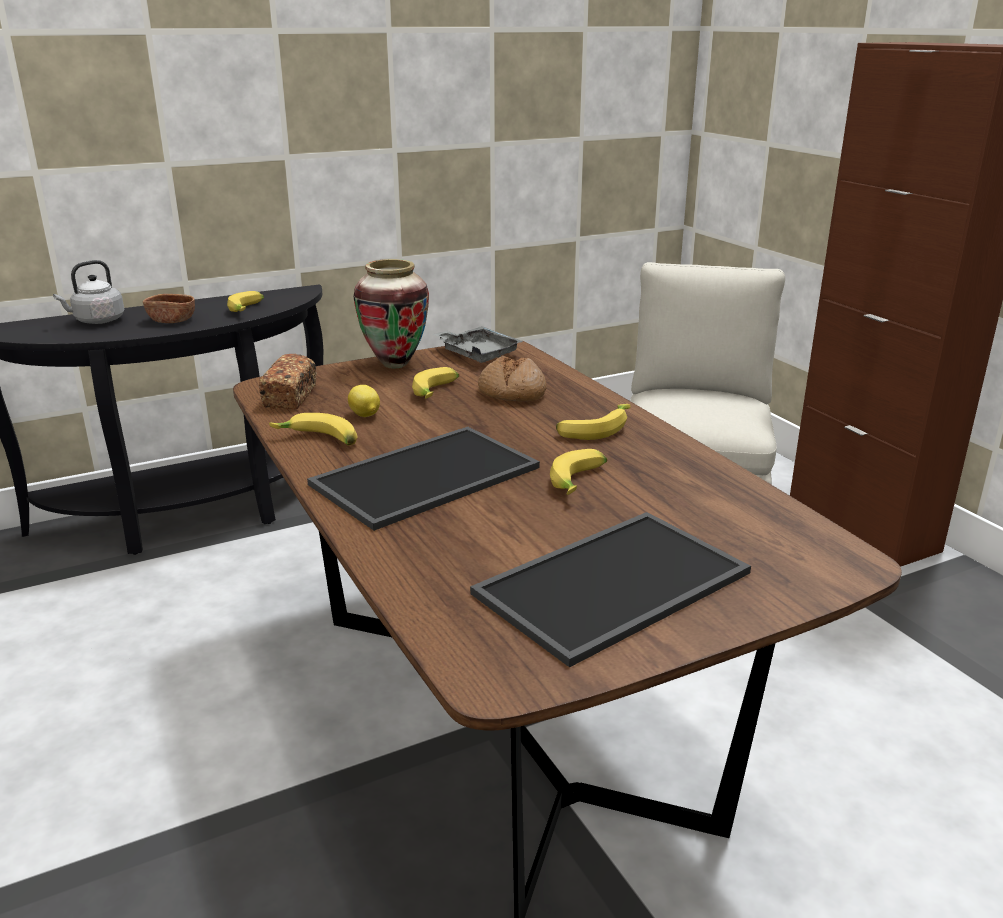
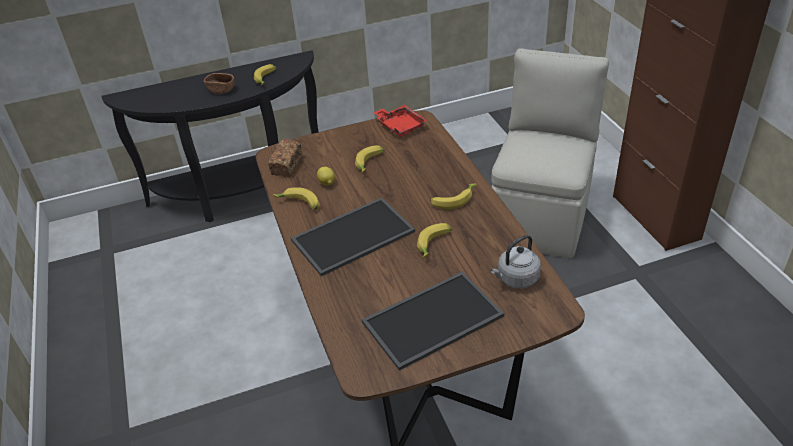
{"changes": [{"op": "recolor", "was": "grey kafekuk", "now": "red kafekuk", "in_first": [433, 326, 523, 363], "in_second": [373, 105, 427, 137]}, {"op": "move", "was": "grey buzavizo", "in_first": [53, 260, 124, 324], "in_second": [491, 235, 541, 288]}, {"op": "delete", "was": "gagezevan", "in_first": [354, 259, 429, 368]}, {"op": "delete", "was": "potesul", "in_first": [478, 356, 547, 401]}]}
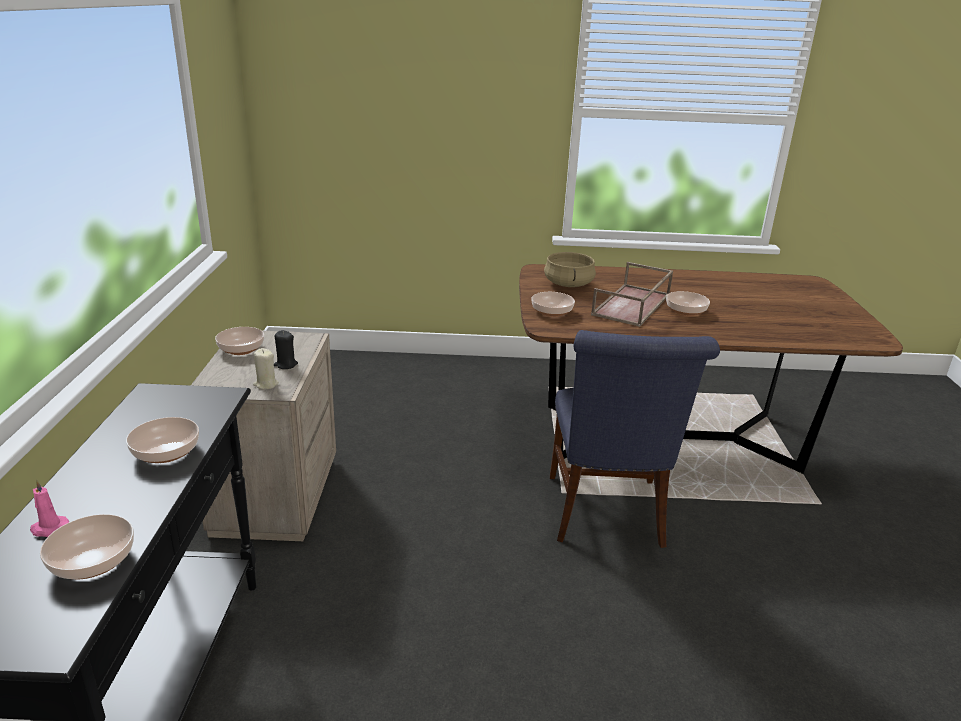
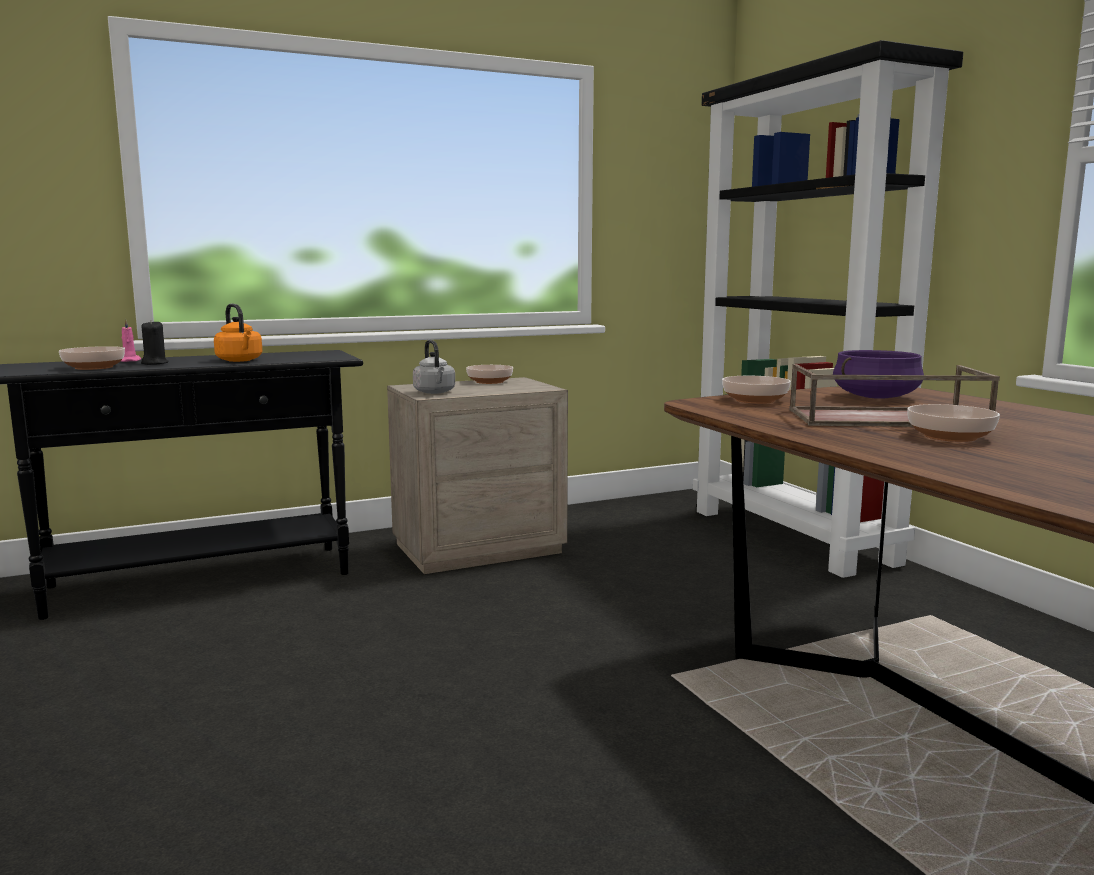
{"changes": [{"op": "move", "was": "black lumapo", "in_first": [274, 330, 298, 369], "in_second": [141, 321, 169, 365]}, {"op": "replace", "was": "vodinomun", "now": "orange buzavizo", "in_first": [126, 417, 199, 463], "in_second": [214, 304, 262, 362]}, {"op": "replace", "was": "beige lumapo", "now": "grey buzavizo", "in_first": [253, 348, 279, 390], "in_second": [413, 340, 455, 394]}, {"op": "insert", "now": "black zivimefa", "in_second": [693, 40, 963, 578]}, {"op": "recolor", "was": "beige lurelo", "now": "purple lurelo", "in_first": [544, 252, 596, 287], "in_second": [833, 350, 924, 399]}, {"op": "delete", "was": "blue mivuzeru", "in_first": [550, 330, 720, 548]}]}
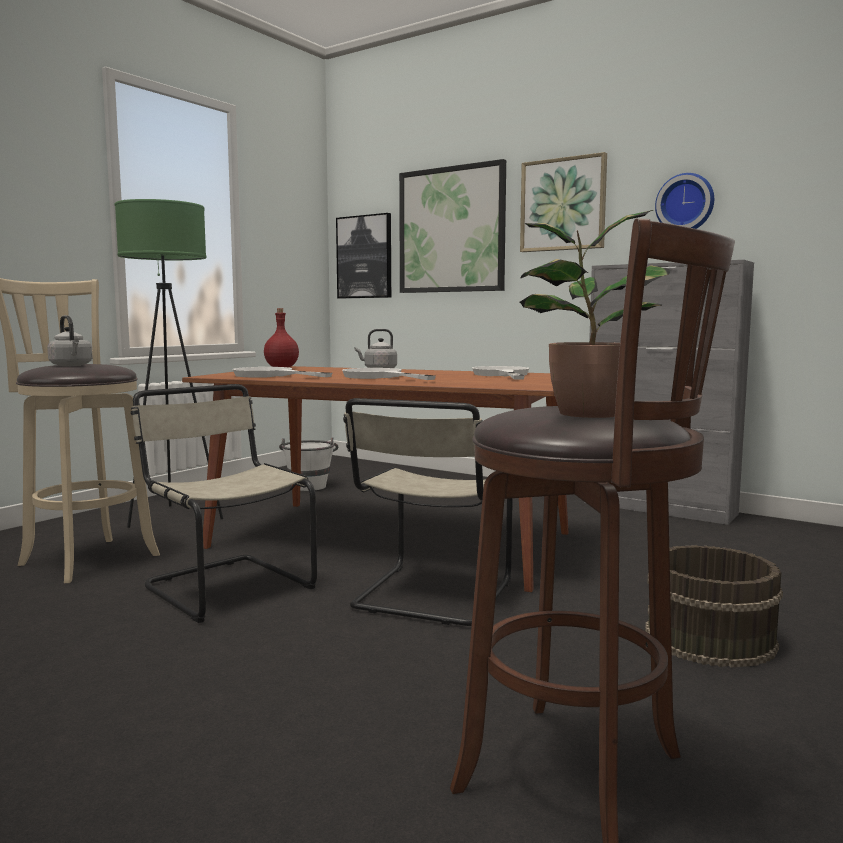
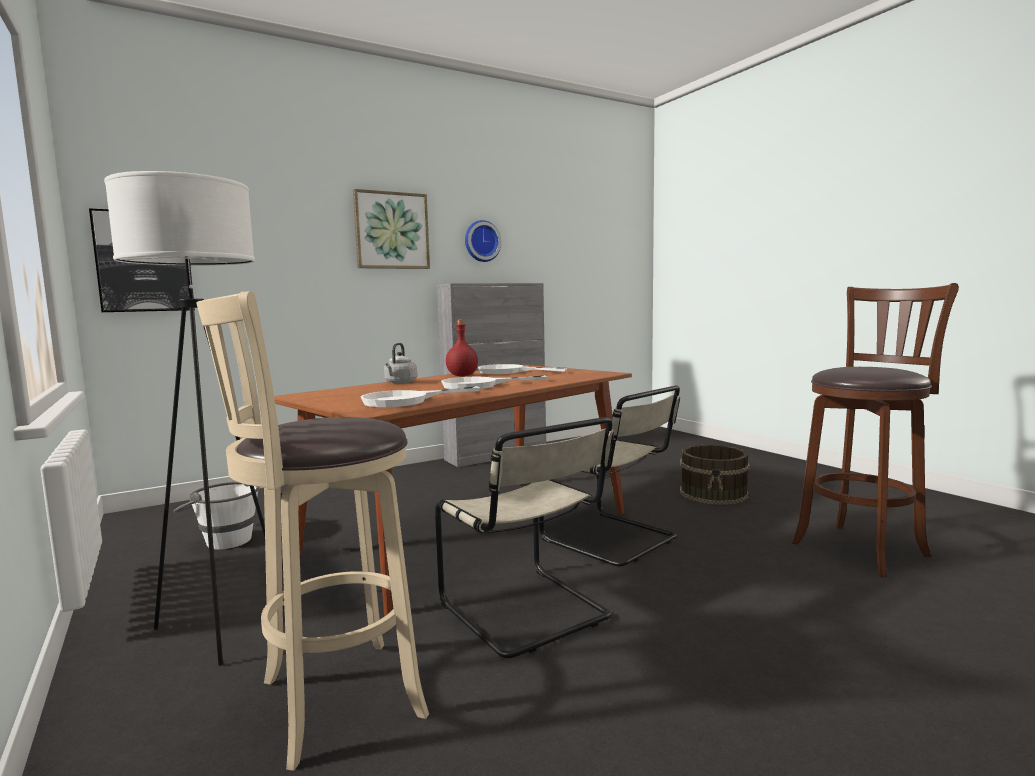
{"changes": [{"op": "recolor", "was": "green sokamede", "now": "white sokamede", "in_first": [115, 199, 223, 528], "in_second": [104, 171, 283, 666]}, {"op": "rotate", "was": "beige mivuzeru", "in_first": [131, 384, 317, 623], "in_second": [435, 417, 614, 658], "clockwise": -105}, {"op": "move", "was": "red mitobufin", "in_first": [264, 308, 299, 367], "in_second": [446, 320, 478, 376]}, {"op": "delete", "was": "grey buzavizo", "in_first": [47, 315, 93, 366]}, {"op": "delete", "was": "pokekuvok", "in_first": [399, 159, 506, 293]}, {"op": "delete", "was": "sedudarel", "in_first": [520, 210, 672, 418]}]}
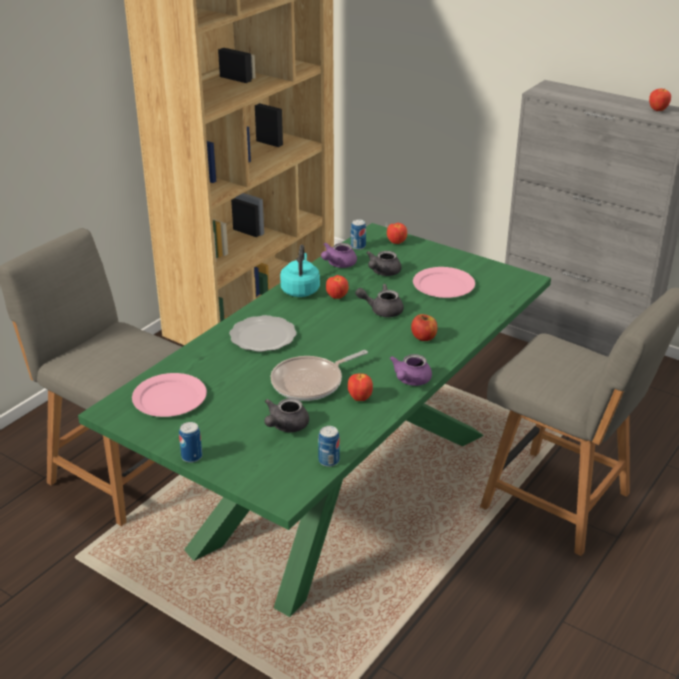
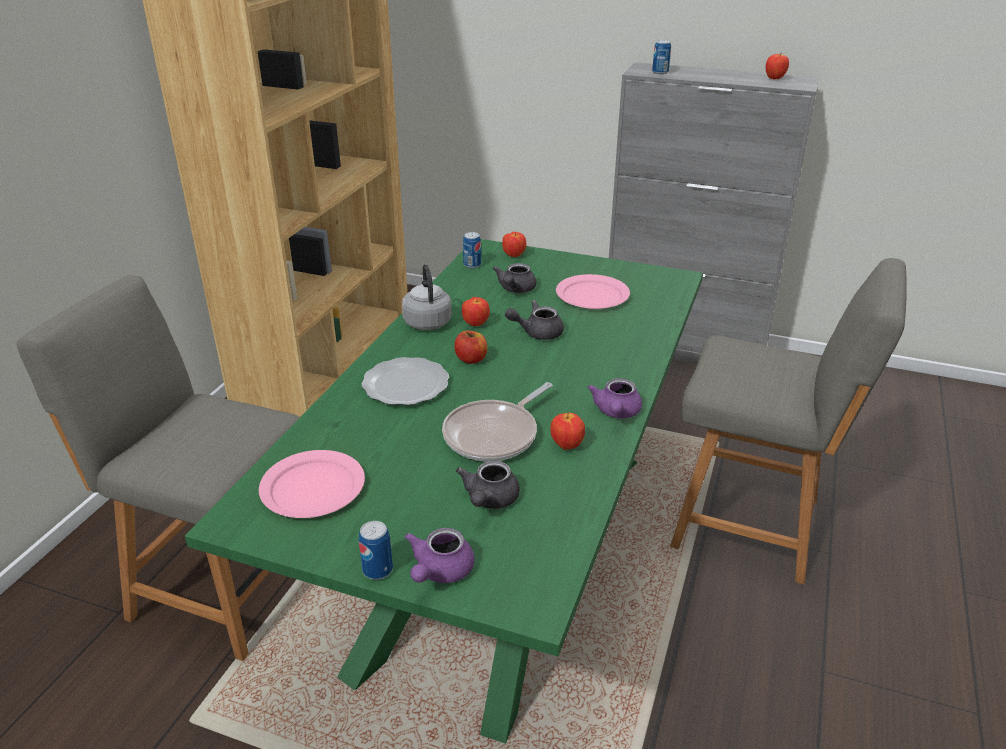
{"changes": [{"op": "recolor", "was": "turquoise buzavizo", "now": "grey buzavizo", "in_first": [280, 245, 320, 297], "in_second": [402, 264, 452, 330]}, {"op": "move", "was": "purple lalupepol", "in_first": [321, 242, 357, 268], "in_second": [405, 528, 475, 583]}, {"op": "move", "was": "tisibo", "in_first": [411, 314, 437, 341], "in_second": [454, 330, 487, 364]}, {"op": "move", "was": "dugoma", "in_first": [318, 426, 340, 467], "in_second": [652, 40, 671, 74]}]}
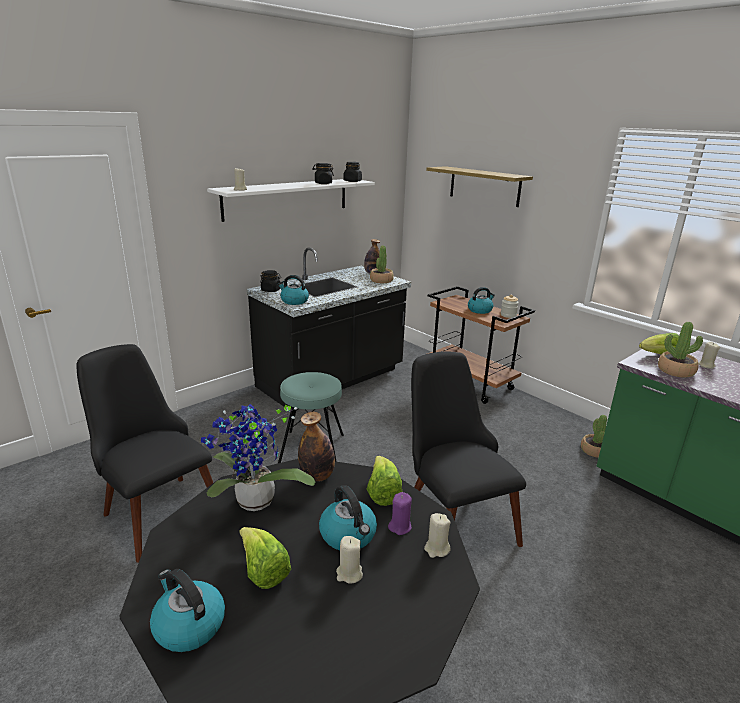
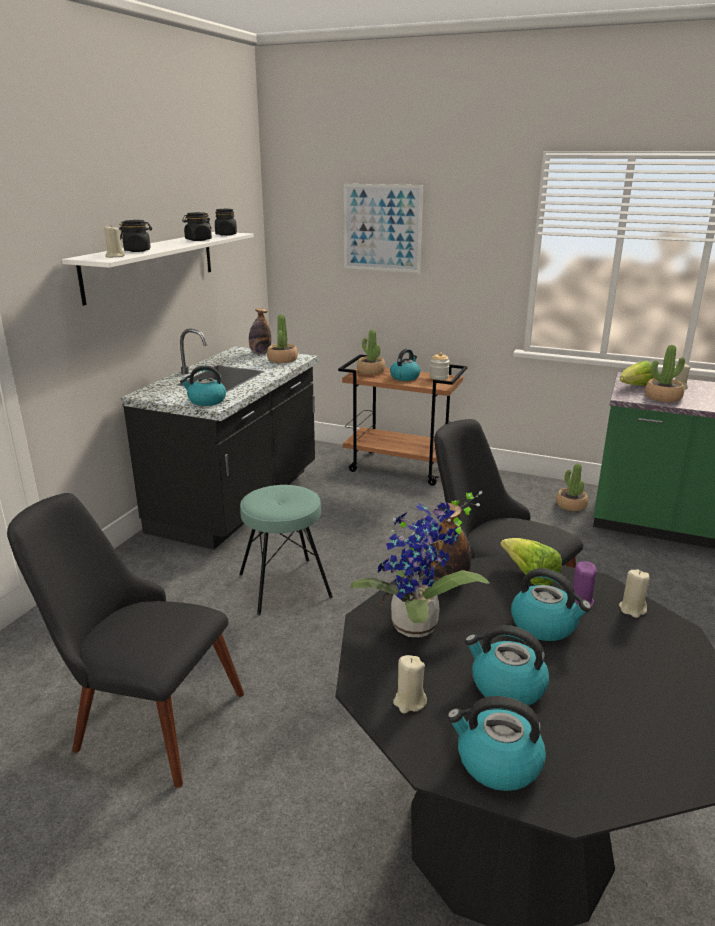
{"changes": [{"op": "move", "was": "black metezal", "in_first": [260, 270, 281, 292], "in_second": [119, 220, 152, 252]}, {"op": "replace", "was": "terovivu", "now": "pokekuvok", "in_first": [426, 166, 533, 207], "in_second": [344, 184, 423, 273]}, {"op": "insert", "now": "sedudarel", "in_second": [357, 329, 385, 375]}, {"op": "move", "was": "beige lumapo", "in_first": [336, 536, 363, 583], "in_second": [393, 655, 427, 714]}, {"op": "replace", "was": "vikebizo", "now": "buzavizo", "in_first": [239, 527, 291, 589], "in_second": [465, 625, 549, 706]}]}
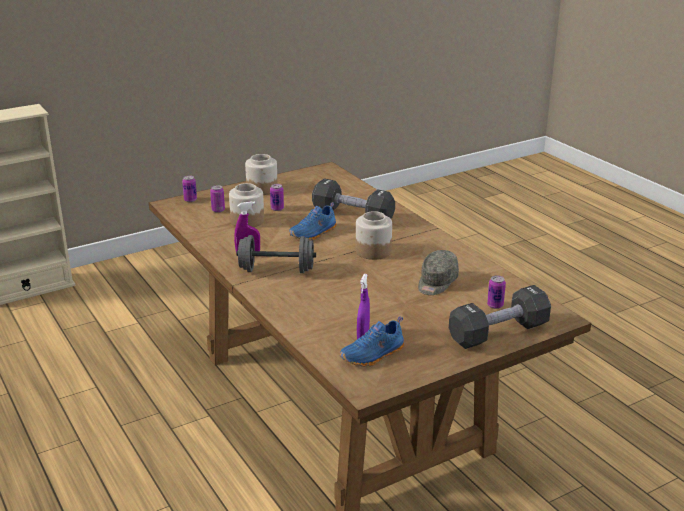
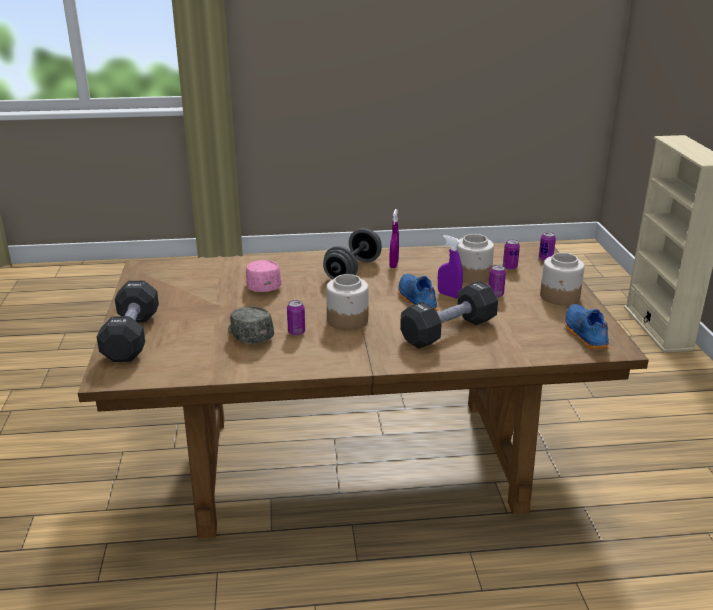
{"changes": [{"op": "insert", "now": "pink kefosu", "in_second": [246, 260, 281, 292]}, {"op": "move", "was": "dugoma", "in_first": [487, 275, 506, 309], "in_second": [287, 300, 305, 336]}, {"op": "move", "was": "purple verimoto", "in_first": [357, 274, 370, 339], "in_second": [438, 235, 463, 298]}, {"op": "move", "was": "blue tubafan", "in_first": [340, 317, 404, 367], "in_second": [564, 304, 609, 350]}]}
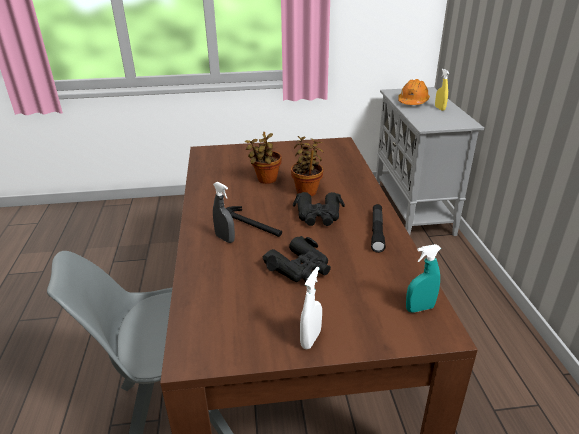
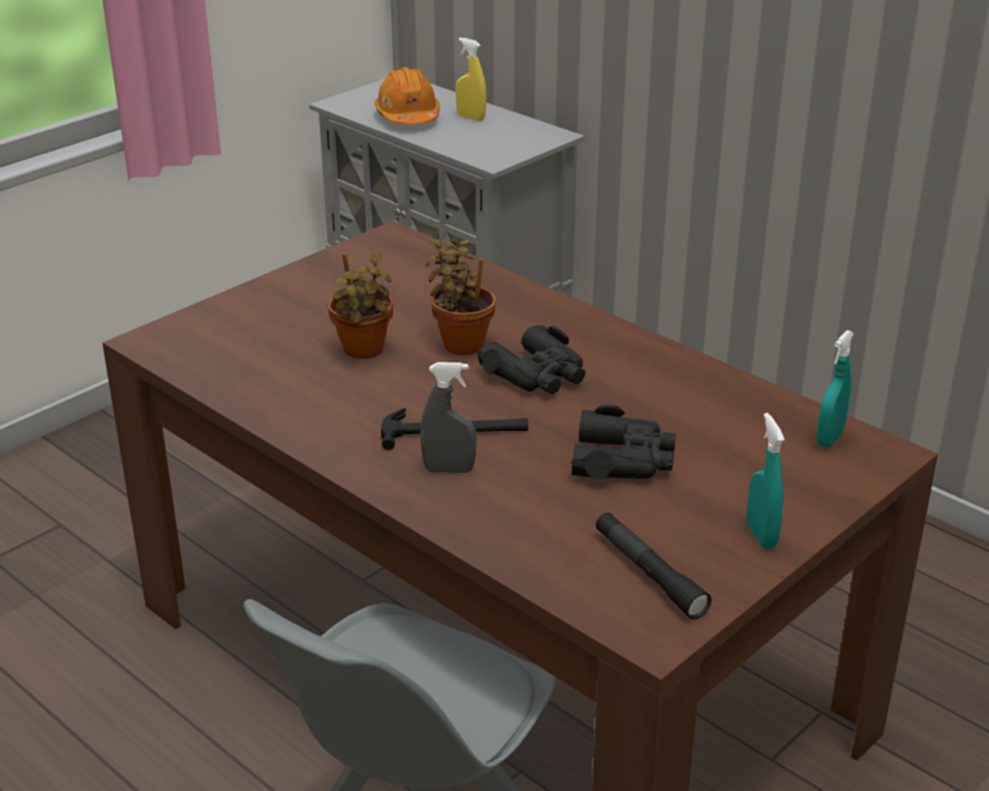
{"changes": [{"op": "move", "was": "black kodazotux", "in_first": [371, 204, 386, 253], "in_second": [596, 513, 712, 619]}, {"op": "recolor", "was": "white verimoto", "now": "turquoise verimoto", "in_first": [300, 267, 322, 349], "in_second": [747, 413, 785, 549]}]}
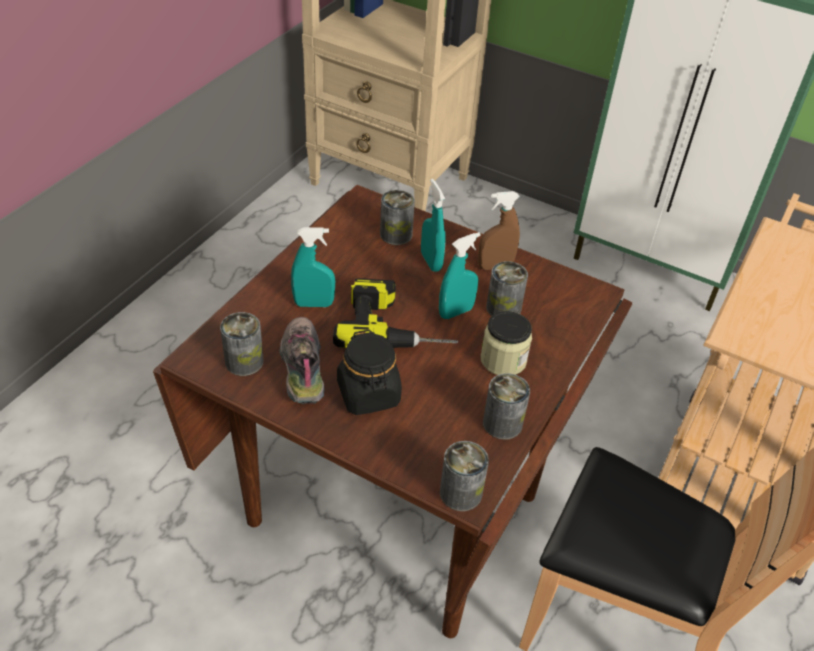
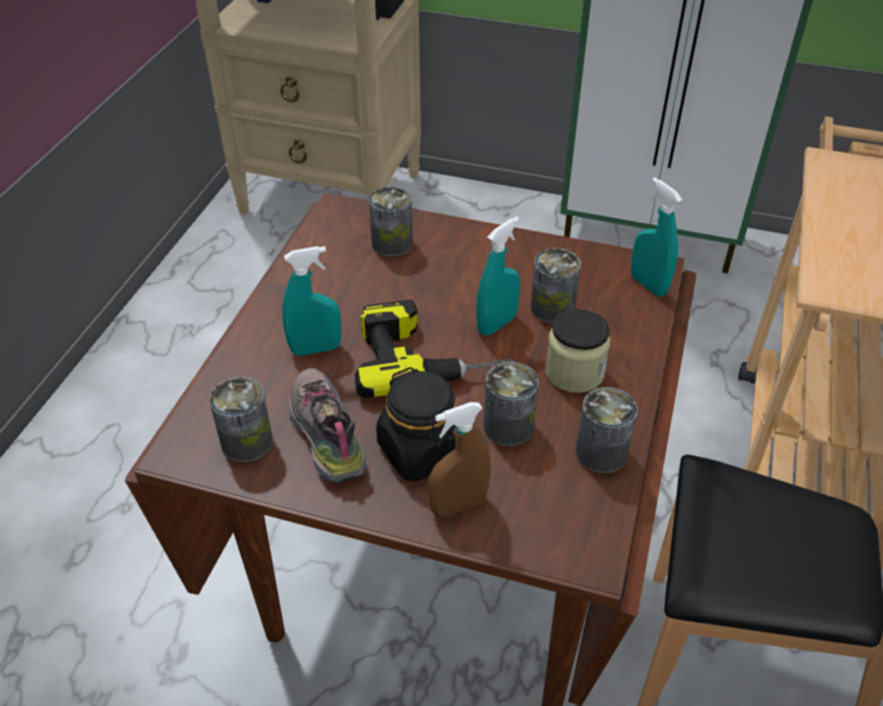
{"changes": [{"op": "move", "was": "brown verimoto", "in_first": [478, 191, 520, 270], "in_second": [428, 402, 491, 518]}, {"op": "move", "was": "dugoma", "in_first": [440, 441, 489, 511], "in_second": [484, 362, 539, 446]}, {"op": "move", "was": "turquoise verimoto", "in_first": [421, 179, 445, 272], "in_second": [631, 177, 682, 297]}]}
